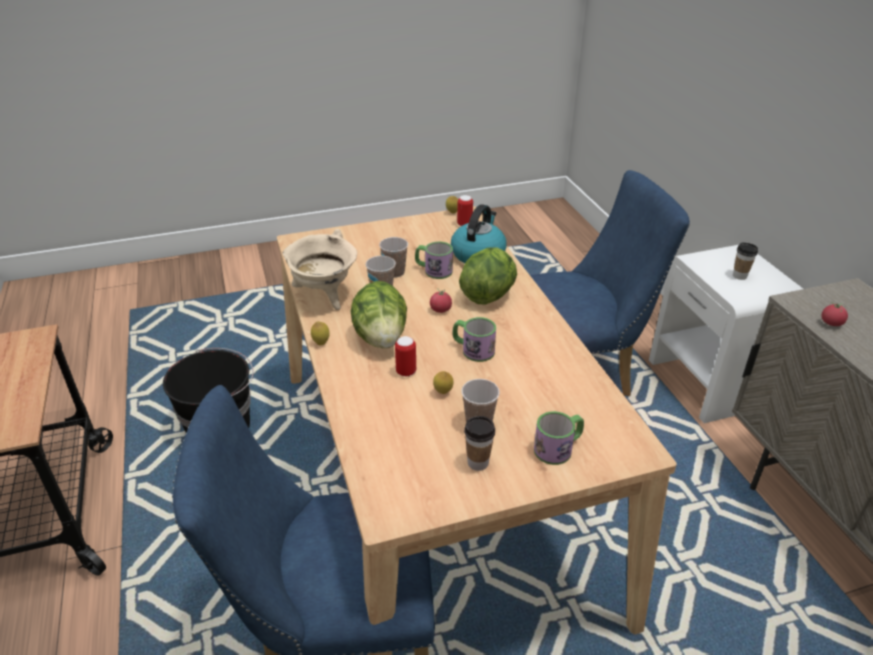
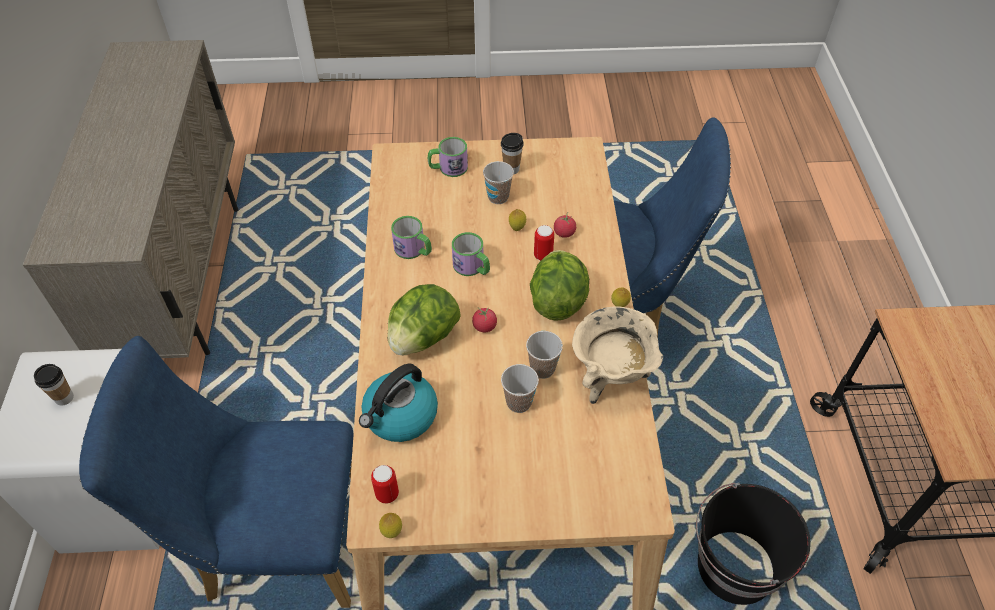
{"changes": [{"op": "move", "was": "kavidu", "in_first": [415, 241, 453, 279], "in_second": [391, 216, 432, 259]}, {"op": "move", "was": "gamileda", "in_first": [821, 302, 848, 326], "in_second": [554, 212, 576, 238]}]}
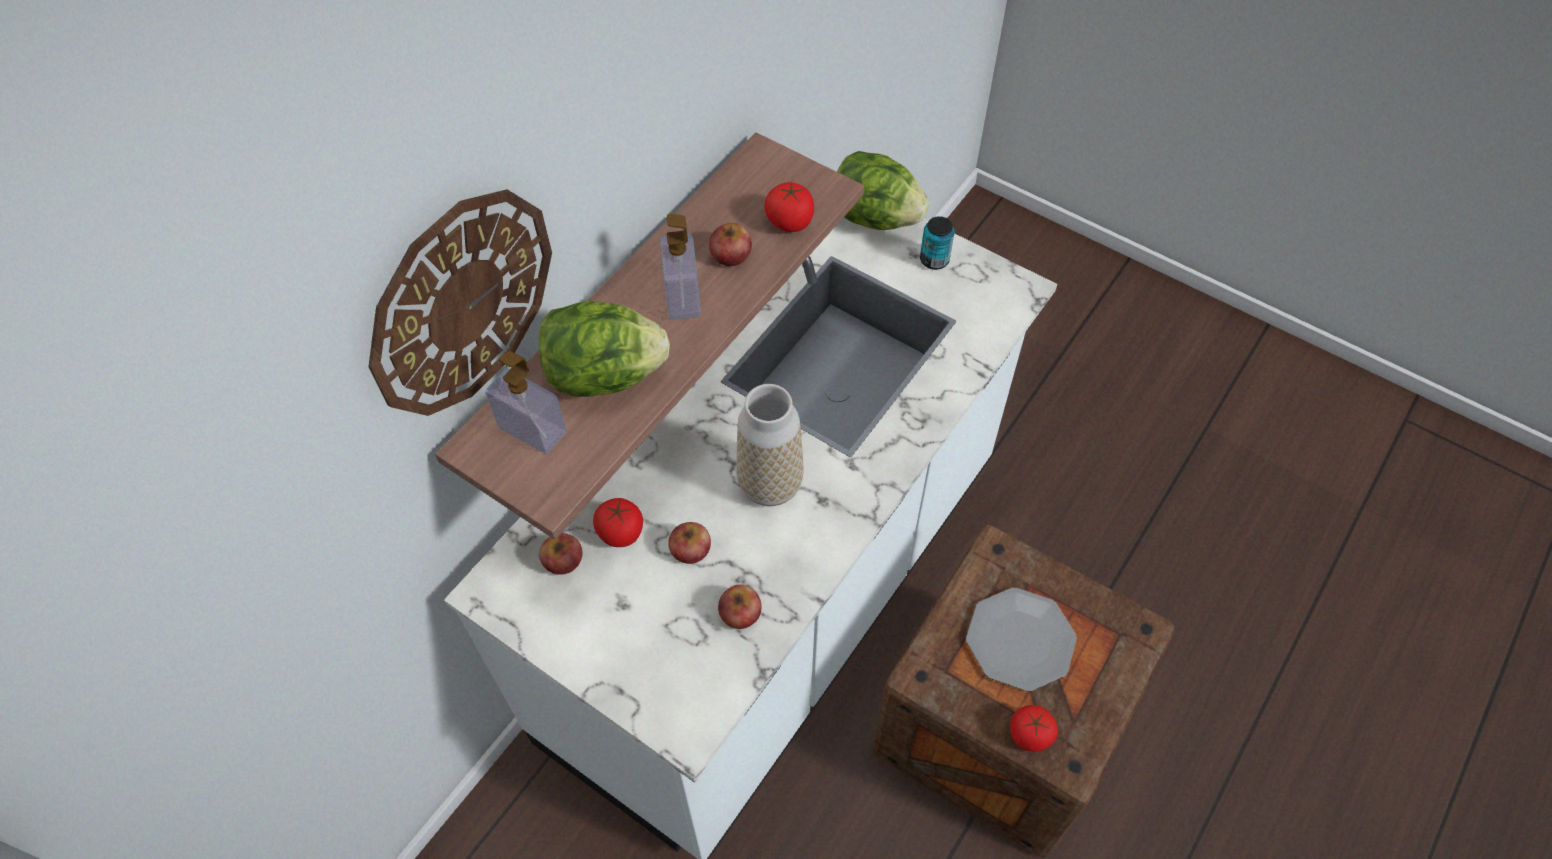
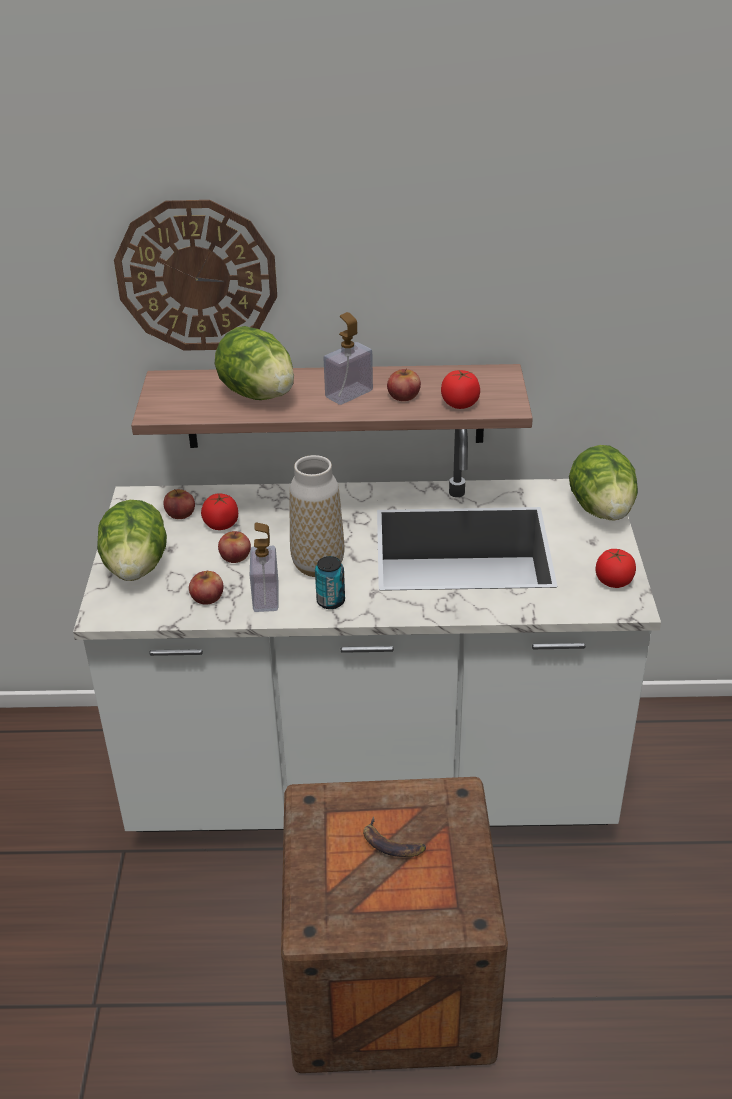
{"changes": [{"op": "insert", "now": "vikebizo", "in_second": [97, 500, 167, 581]}, {"op": "move", "was": "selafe", "in_first": [485, 351, 566, 454], "in_second": [250, 523, 279, 612]}, {"op": "move", "was": "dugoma", "in_first": [920, 216, 954, 270], "in_second": [315, 556, 345, 609]}, {"op": "replace", "was": "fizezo", "now": "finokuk", "in_first": [966, 588, 1077, 691], "in_second": [363, 817, 426, 857]}, {"op": "move", "was": "gamileda", "in_first": [1010, 705, 1058, 752], "in_second": [596, 549, 636, 588]}]}
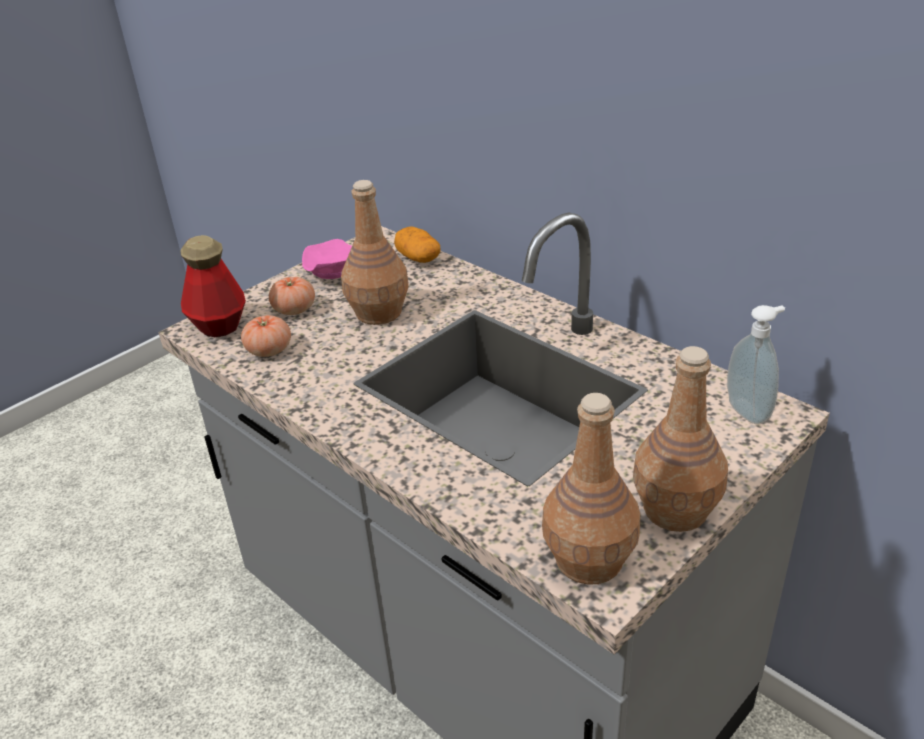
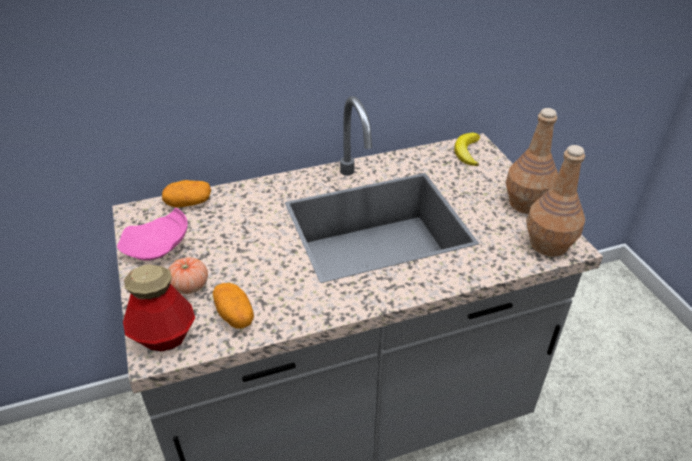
{"changes": [{"op": "replace", "was": "gamileda", "now": "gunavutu", "in_first": [241, 315, 291, 357], "in_second": [213, 283, 254, 329]}, {"op": "replace", "was": "selafe", "now": "finokuk", "in_first": [727, 305, 785, 424], "in_second": [454, 133, 480, 166]}, {"op": "delete", "was": "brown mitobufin", "in_first": [341, 180, 408, 325]}]}
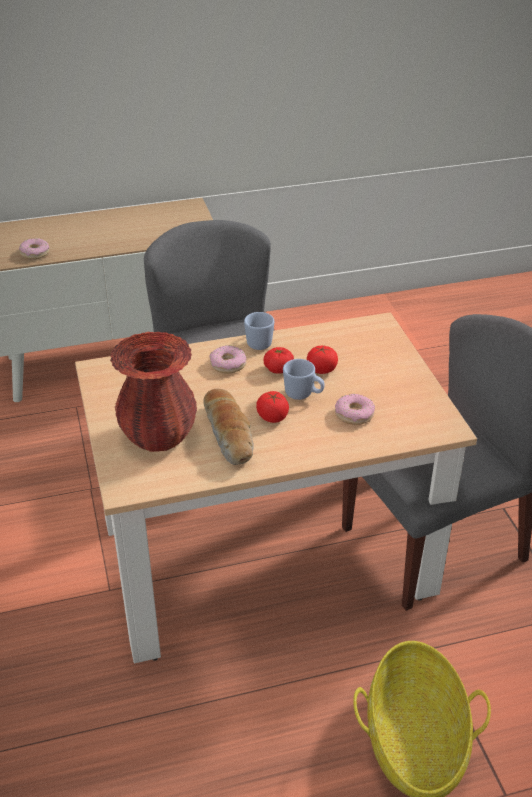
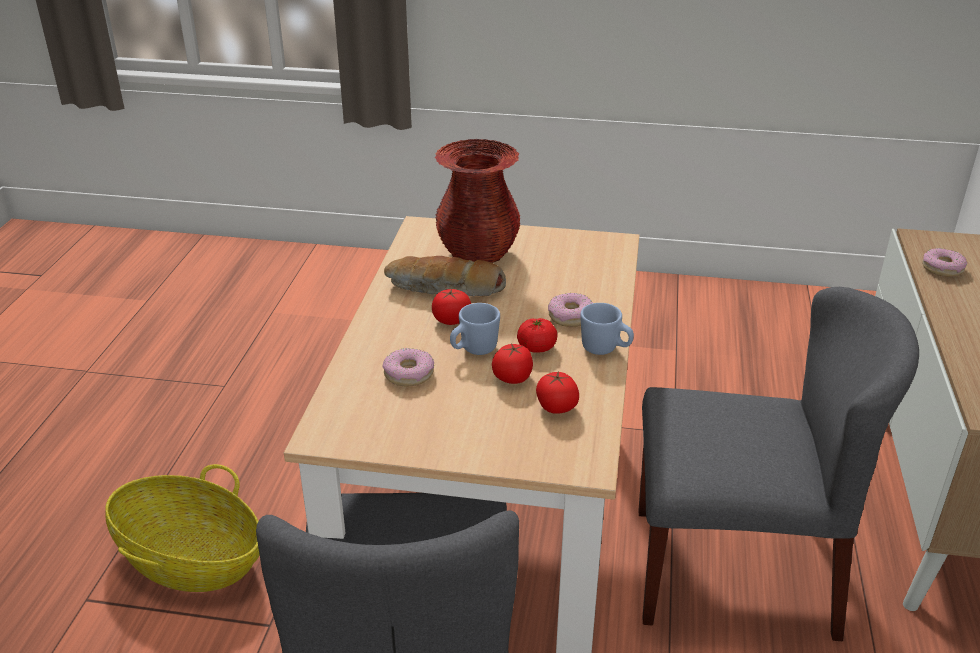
{"changes": [{"op": "insert", "now": "gamileda", "in_second": [536, 371, 579, 414]}]}
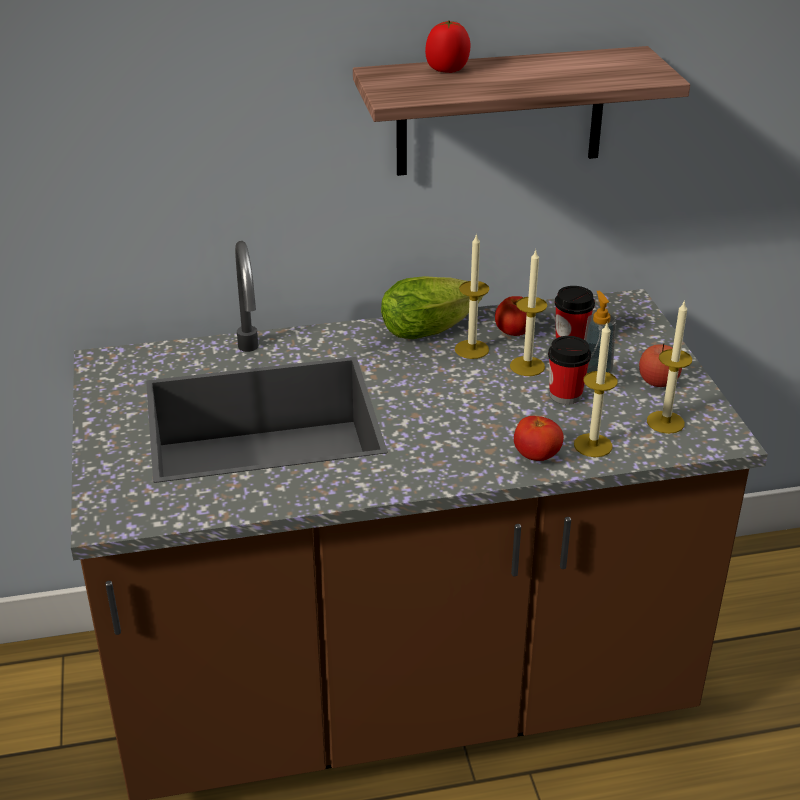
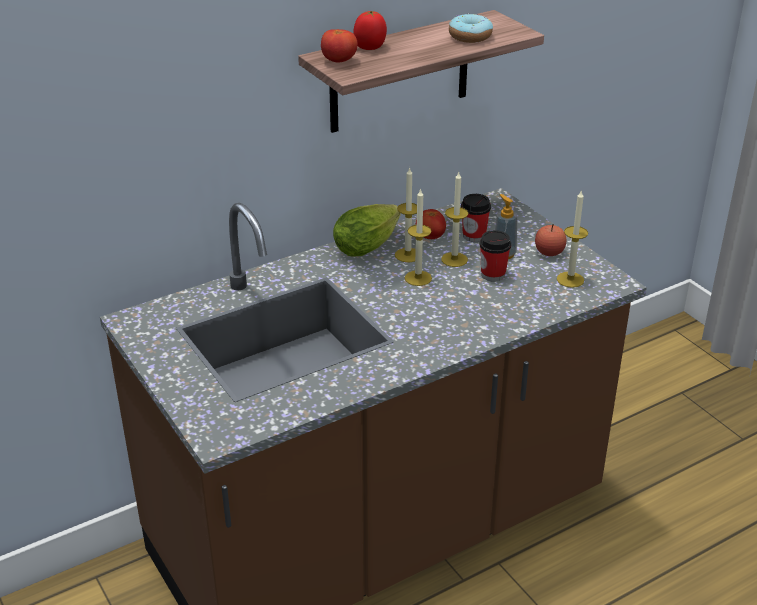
{"changes": [{"op": "move", "was": "gamileda", "in_first": [514, 416, 564, 461], "in_second": [321, 29, 358, 62]}, {"op": "move", "was": "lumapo", "in_first": [574, 323, 618, 457], "in_second": [405, 188, 432, 286]}, {"op": "insert", "now": "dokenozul", "in_second": [449, 13, 493, 43]}]}
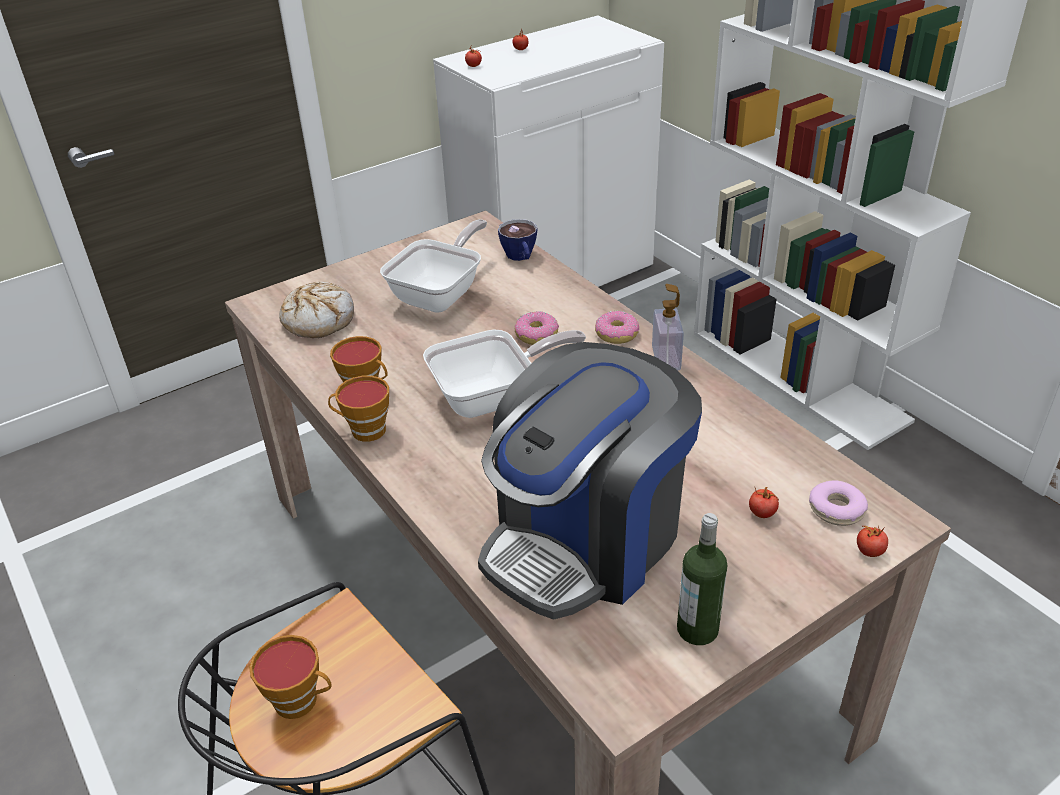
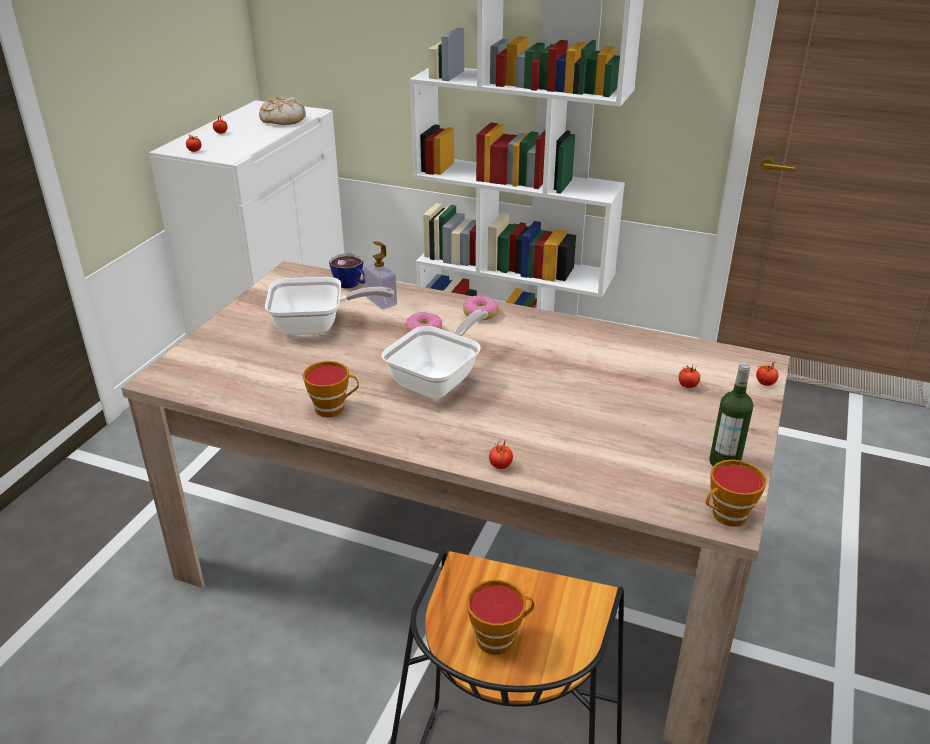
{"changes": [{"op": "move", "was": "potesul", "in_first": [279, 281, 354, 338], "in_second": [259, 97, 306, 125]}, {"op": "rotate", "was": "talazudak", "in_first": [380, 219, 487, 313], "in_second": [265, 277, 394, 335], "clockwise": 90}, {"op": "move", "was": "selafe", "in_first": [652, 284, 684, 370], "in_second": [364, 241, 397, 309]}, {"op": "insert", "now": "gamileda", "in_second": [489, 441, 513, 469]}, {"op": "move", "was": "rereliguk", "in_first": [328, 376, 389, 442], "in_second": [706, 459, 767, 527]}, {"op": "delete", "was": "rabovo", "in_first": [478, 342, 702, 620]}, {"op": "delete", "was": "dokenozul", "in_first": [809, 481, 868, 526]}]}
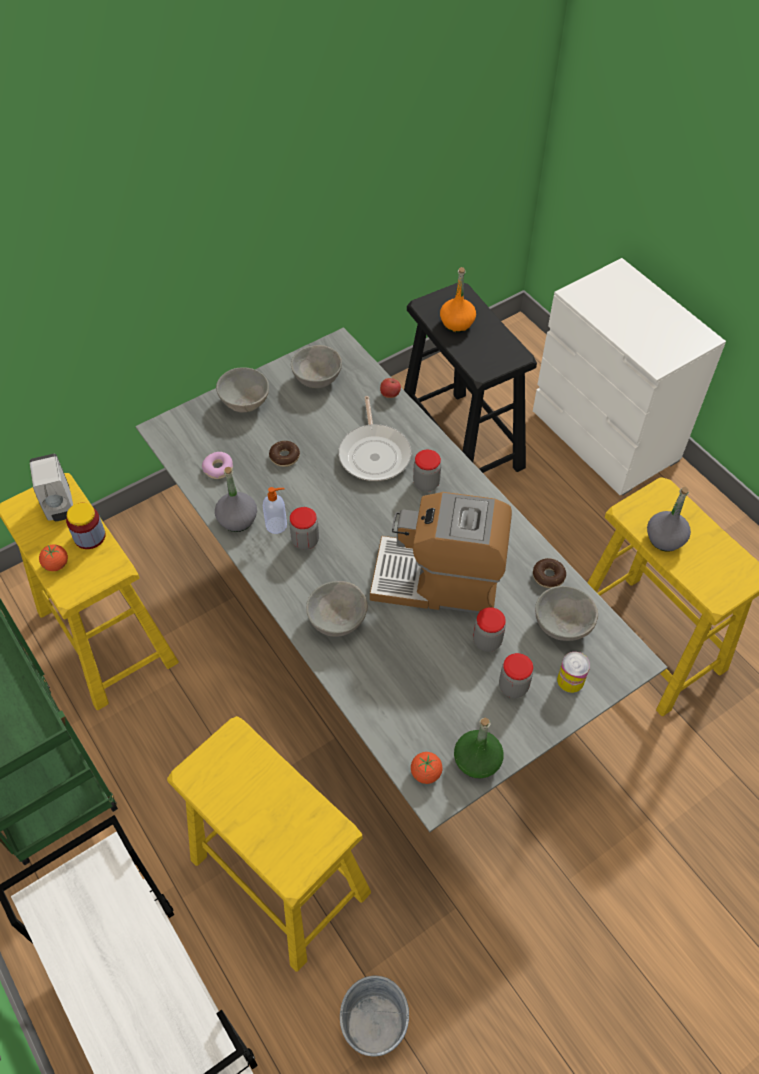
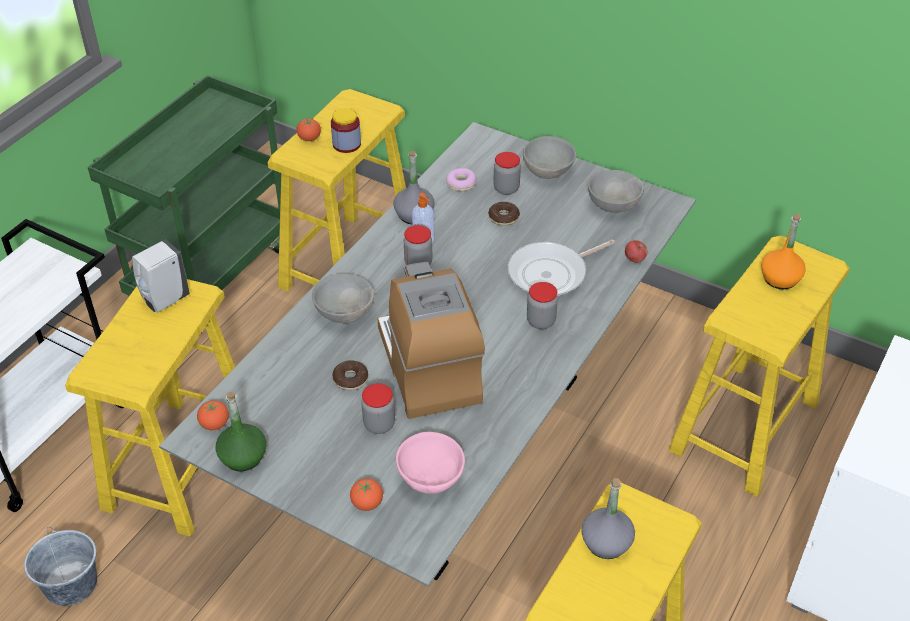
{"changes": [{"op": "move", "was": "white selafe", "in_first": [29, 454, 73, 521], "in_second": [132, 240, 190, 313]}, {"op": "move", "was": "dokenozul", "in_first": [533, 558, 566, 588], "in_second": [332, 360, 368, 390]}, {"op": "replace", "was": "dugoma", "now": "gamileda", "in_first": [557, 652, 590, 693], "in_second": [350, 478, 383, 511]}, {"op": "recolor", "was": "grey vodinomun", "now": "pink vodinomun", "in_first": [535, 586, 598, 641], "in_second": [396, 432, 465, 494]}, {"op": "move", "was": "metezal", "in_first": [499, 653, 533, 698], "in_second": [494, 152, 521, 195]}, {"op": "recolor", "was": "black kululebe", "now": "yellow kululebe", "in_first": [404, 283, 537, 473], "in_second": [668, 235, 850, 496]}]}
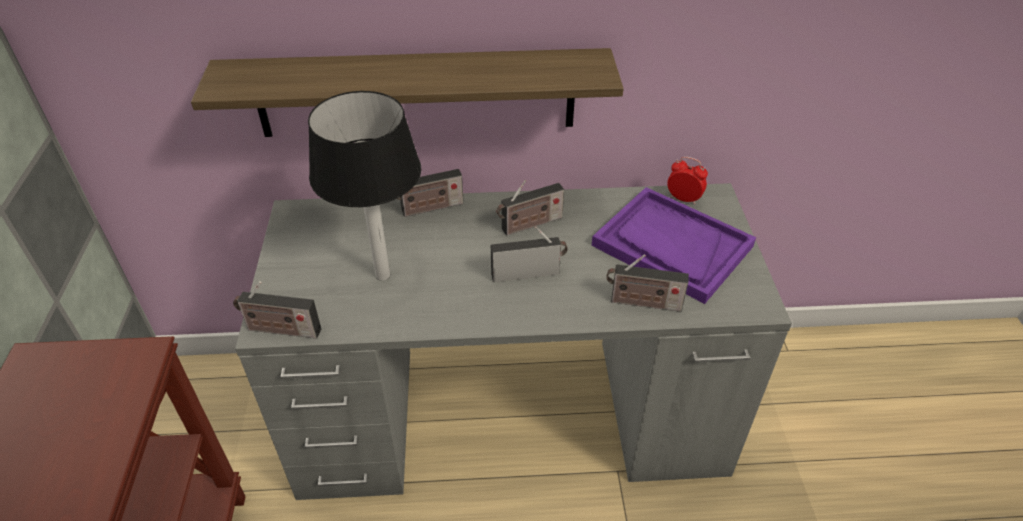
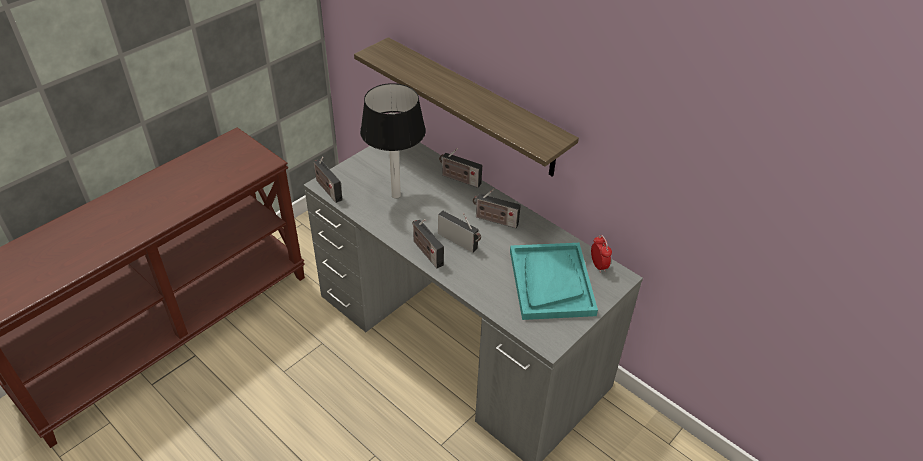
{"changes": [{"op": "move", "was": "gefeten", "in_first": [606, 254, 689, 312], "in_second": [413, 219, 444, 268]}, {"op": "recolor", "was": "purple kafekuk", "now": "turquoise kafekuk", "in_first": [592, 187, 756, 304], "in_second": [510, 243, 598, 320]}]}
